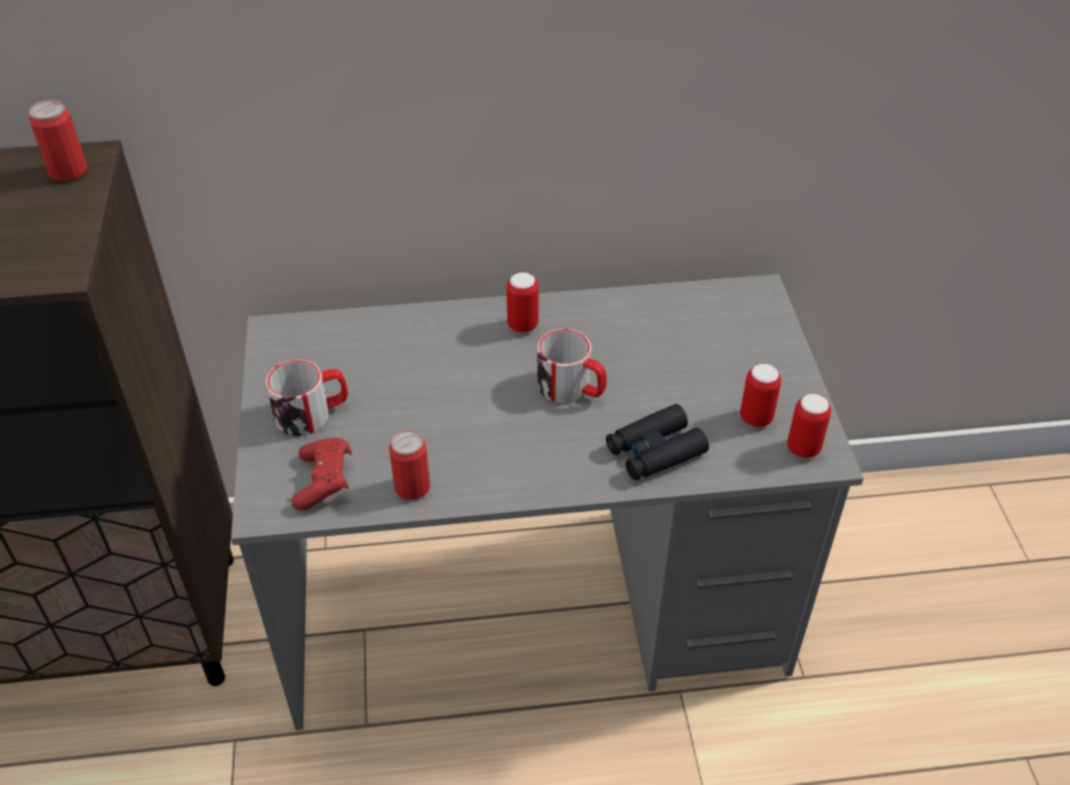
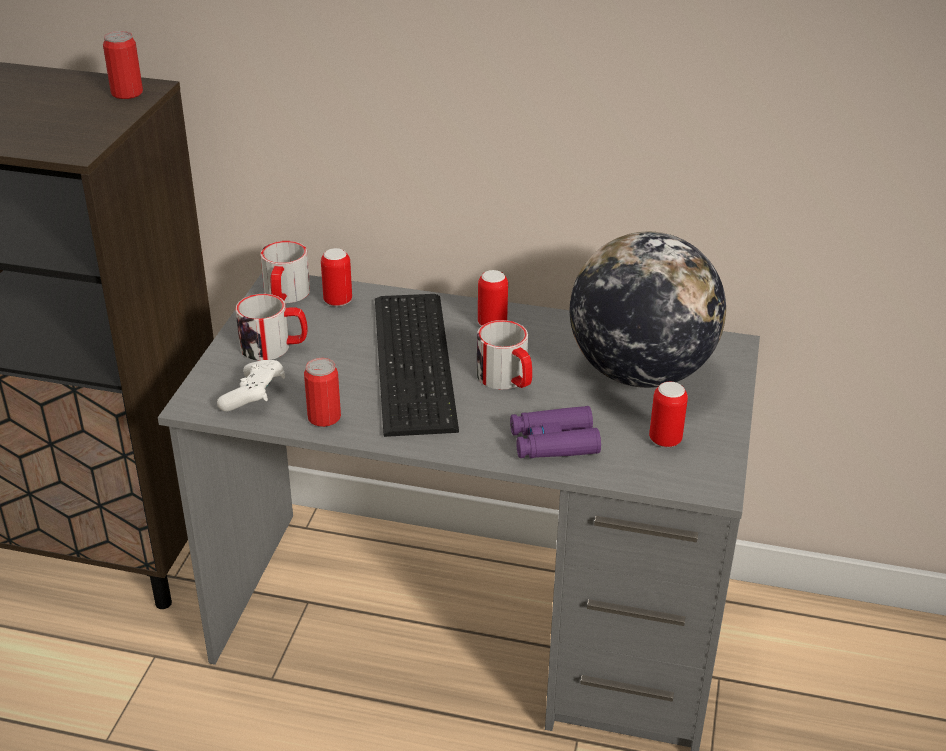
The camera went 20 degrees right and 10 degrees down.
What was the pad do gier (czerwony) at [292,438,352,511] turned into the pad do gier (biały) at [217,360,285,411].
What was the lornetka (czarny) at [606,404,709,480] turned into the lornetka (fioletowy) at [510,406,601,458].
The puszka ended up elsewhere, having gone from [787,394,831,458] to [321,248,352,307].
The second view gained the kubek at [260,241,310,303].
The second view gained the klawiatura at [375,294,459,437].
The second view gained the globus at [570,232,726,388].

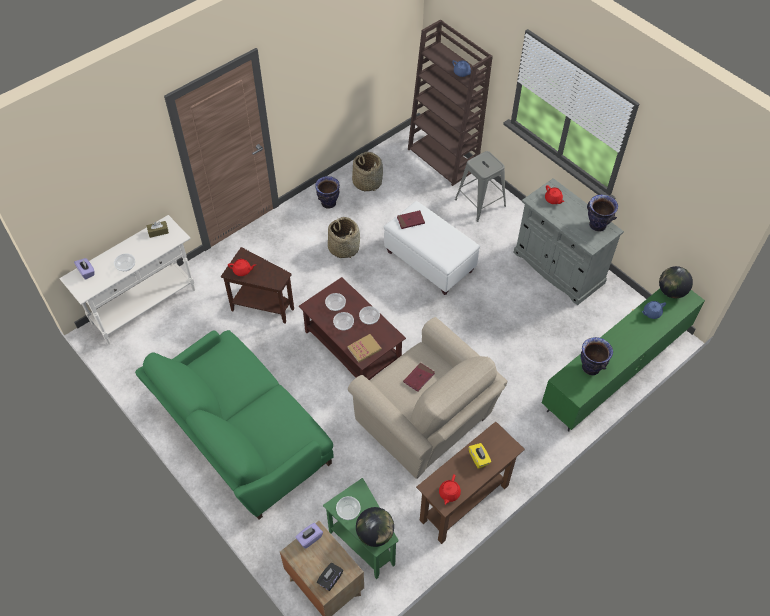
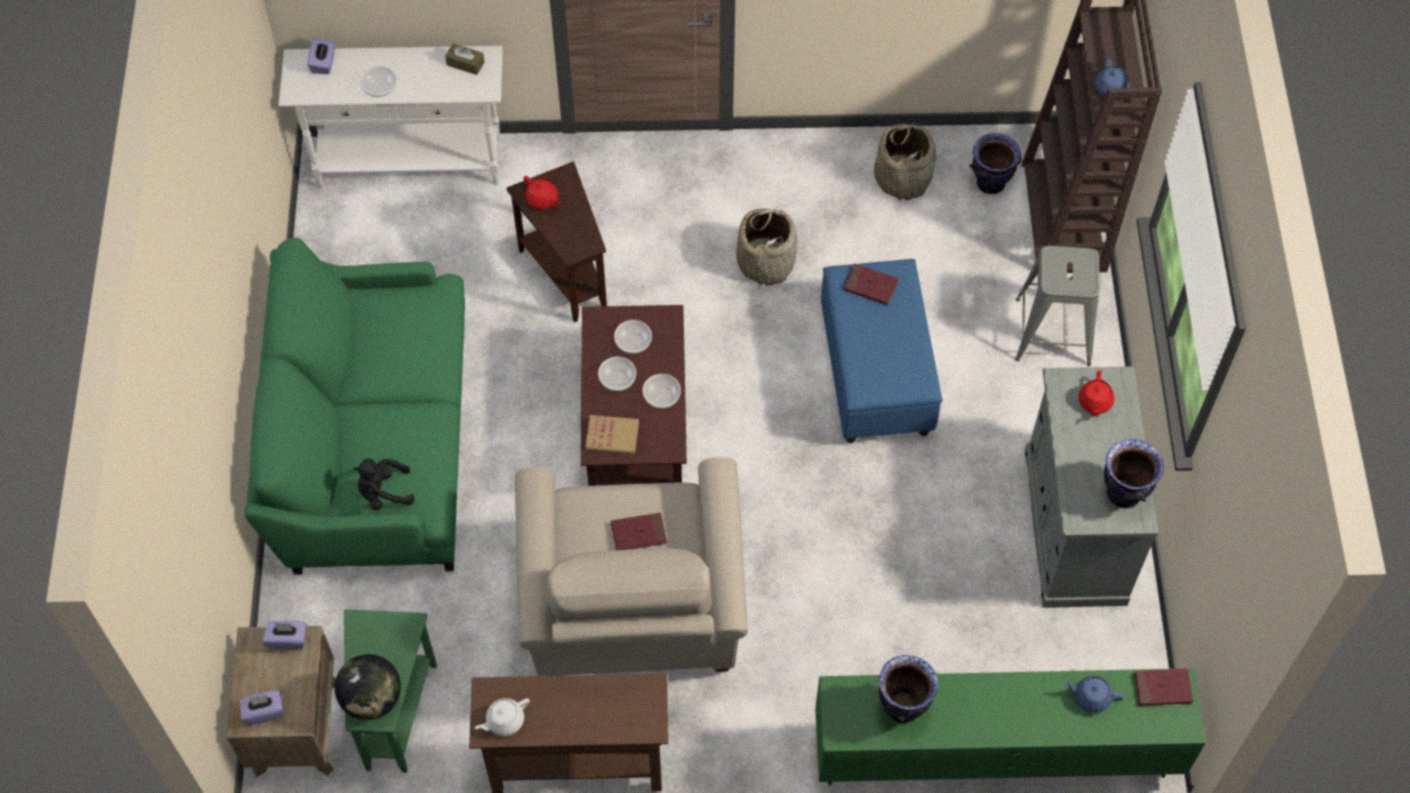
The camera went 40 degrees right and 5 degrees up.
The wazon ended up elsewhere, having gone from [315,176,340,209] to [969,133,1021,194].
What was the pudełko chusteczek (czarny) at [317,563,343,591] turned into the pudełko chusteczek (fioletowy) at [239,690,283,725].
The second view lost the miska at [336,496,361,520].
What was the pufa (biały) at [384,201,480,295] turned into the pufa (niebieski) at [821,259,943,443].
What was the imbryk (czerwony) at [439,474,461,505] turned into the imbryk (biały) at [475,698,530,736].
The second view lost the pudełko chusteczek (żółty) at [468,443,491,469].
Where the globus stood at [659,266,693,298], the książka (czerwony) came to stand at [1134,668,1193,706].
The second view gained the pluszak (czarny) at [353,458,415,510].

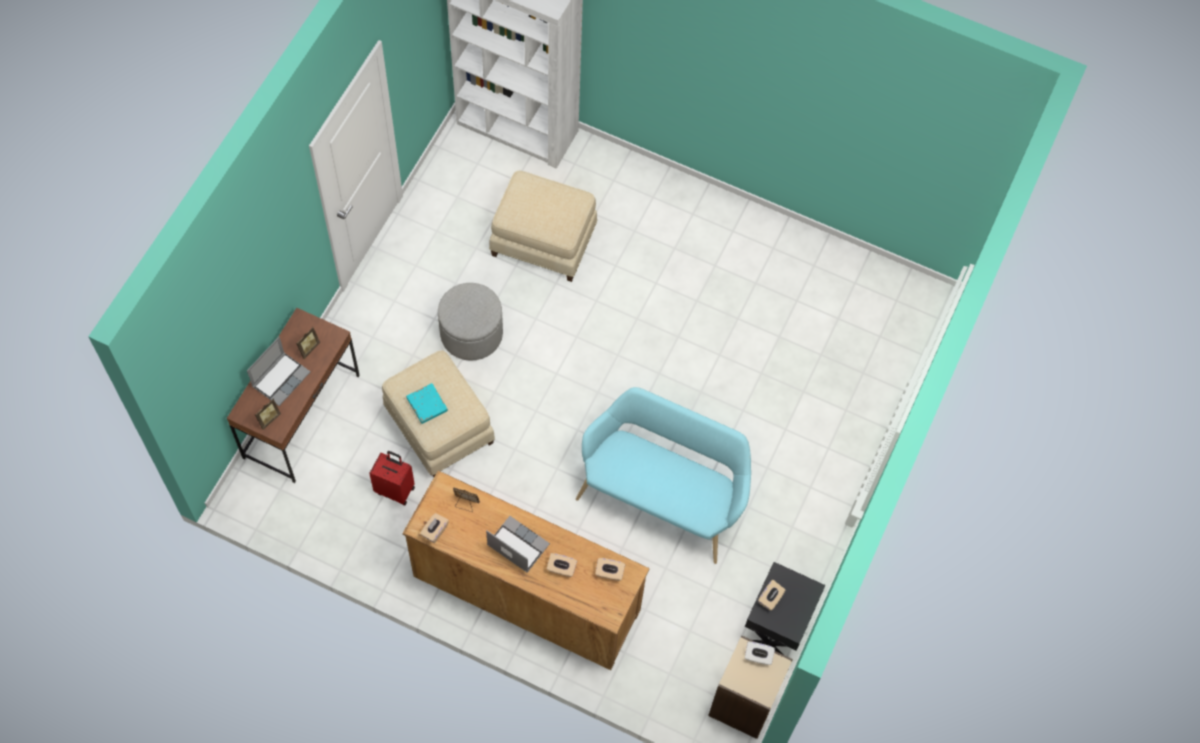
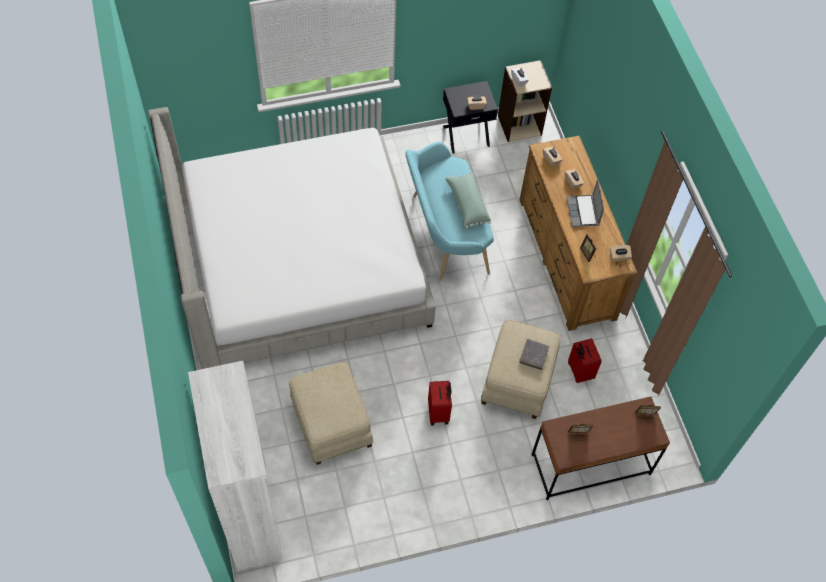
The camera went 130 degrees left and 5 degrees down.
The second view lost the laptop at [247,337,310,406].
What was the książka (turkusowy) at [406,383,448,424] turned into the książka (szary) at [519,339,549,370].
Where the pufa (szary) stood at [438,283,503,361], the walizka (czerwony) came to stand at [428,381,452,425].
The second view gained the łóżko at [148,107,436,369].
The second view gained the poduszka (zielony) at [445,172,491,228].

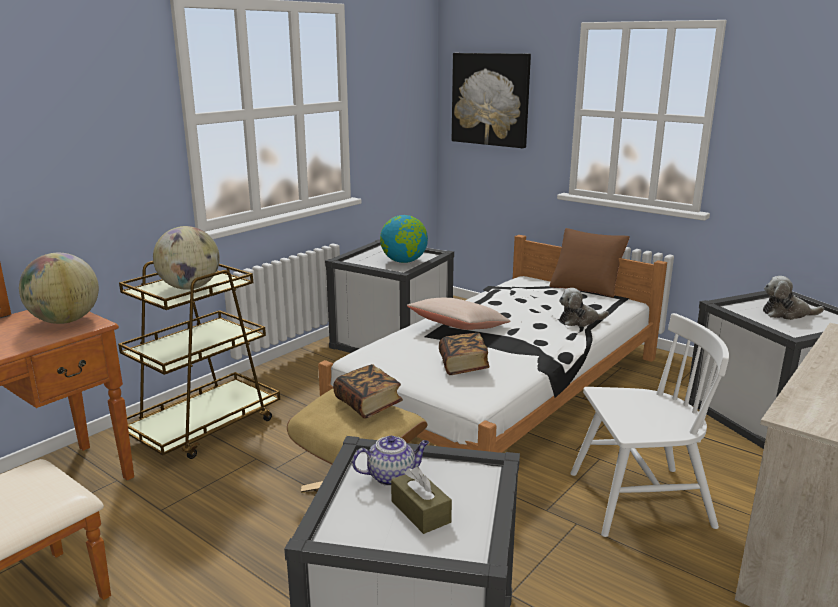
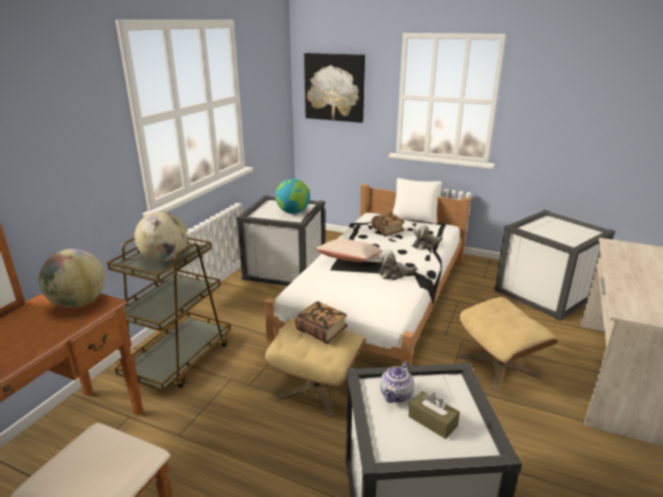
The camera went 15 degrees left and 5 degrees up.
The imbryk at [352,436,429,486] ended up facing another way, 150 degrees clockwise from before.
The książka ended up elsewhere, having gone from [439,333,489,375] to [371,213,405,237].
What was the poduszka (brązowy) at [550,228,630,297] turned into the poduszka (biały) at [393,178,442,224].
Where the krzesło (biały) stood at [570,313,729,537], the pufa (beżowy) came to stand at [460,297,558,391].
The pluszak ended up elsewhere, having gone from [763,276,824,320] to [378,249,417,280].

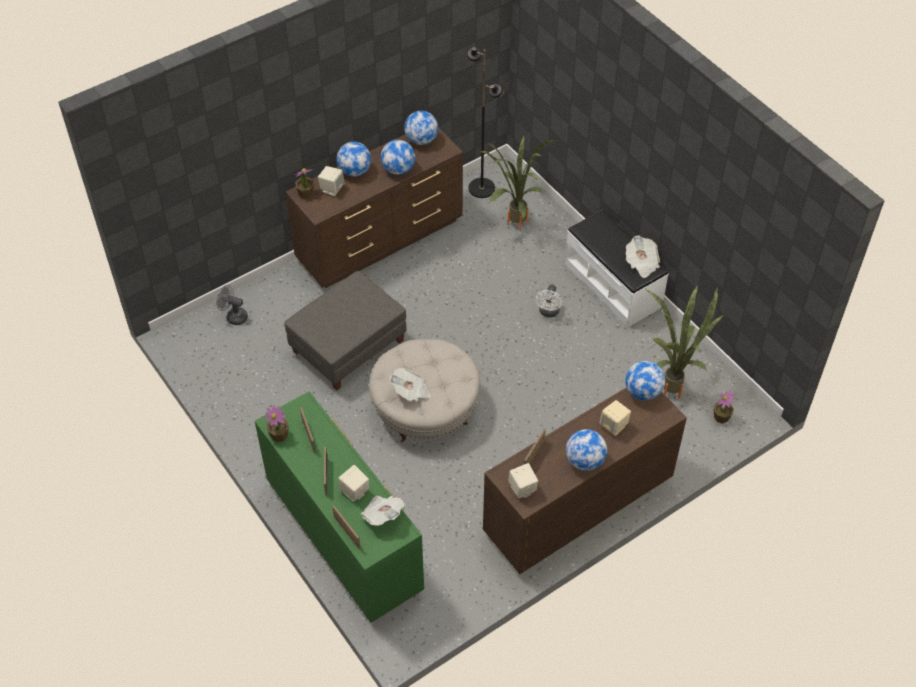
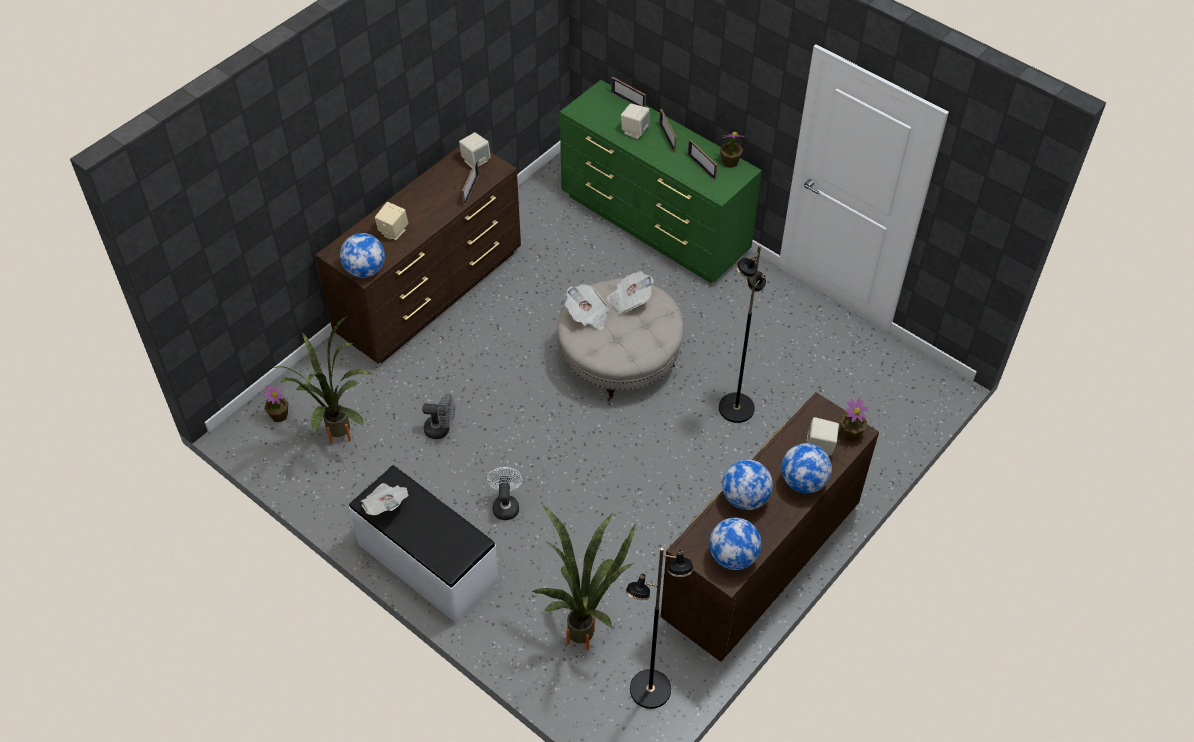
The camera went 165 degrees right and 0 degrees up.
The wentylator (szary) ended up elsewhere, having gone from [216,285,248,325] to [422,394,455,439].
Where the pufa (szary) stood at [285,271,407,391], the lampa stojąca (czarny) came to stand at [719,245,766,423].
The gazeta ended up elsewhere, having gone from [361,496,405,525] to [565,284,609,330].
The second view lost the globus at [566,429,607,471].

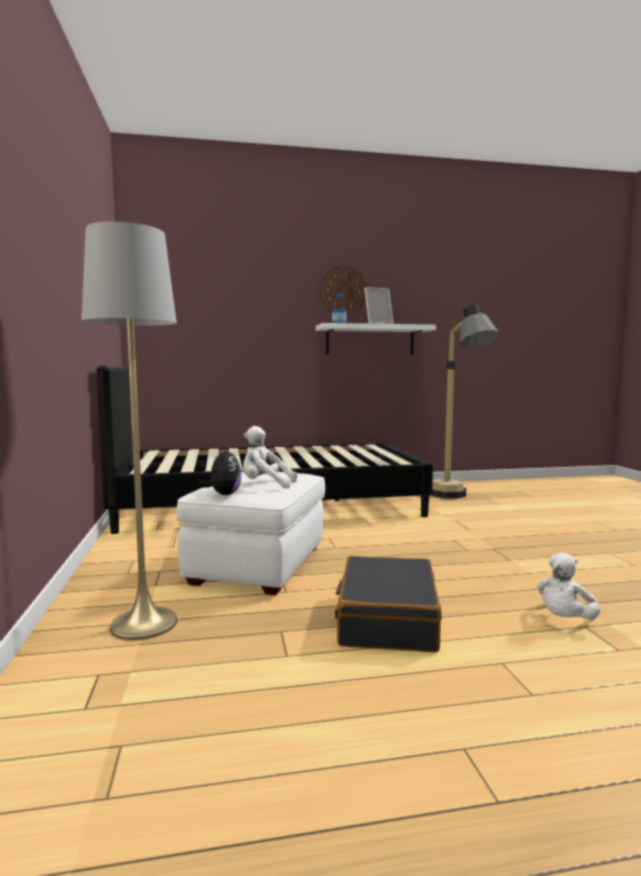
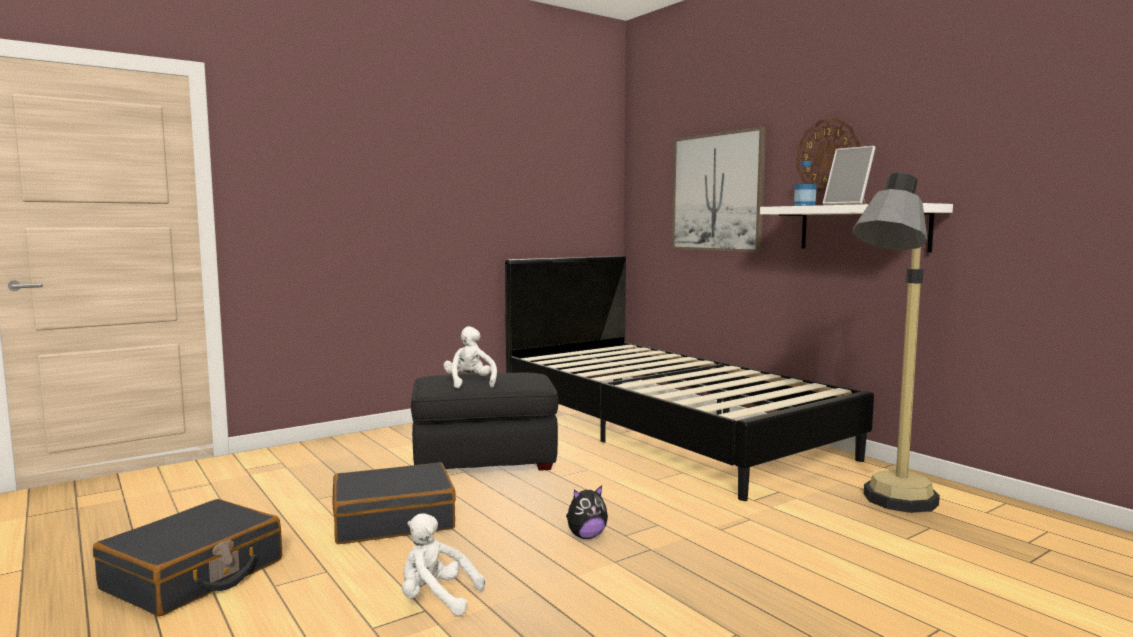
The camera went 65 degrees right and 0 degrees up.
The second view lost the lampa stojąca (szary) at [81,222,177,640].
What was the pufa (biały) at [177,472,325,595] turned into the pufa (czarny) at [411,373,558,471].
The pluszak ended up elsewhere, having gone from [199,448,242,495] to [566,485,608,539].
The second view gained the walizka (czarny) at [93,499,282,617].
The second view gained the obraz at [672,127,766,252].

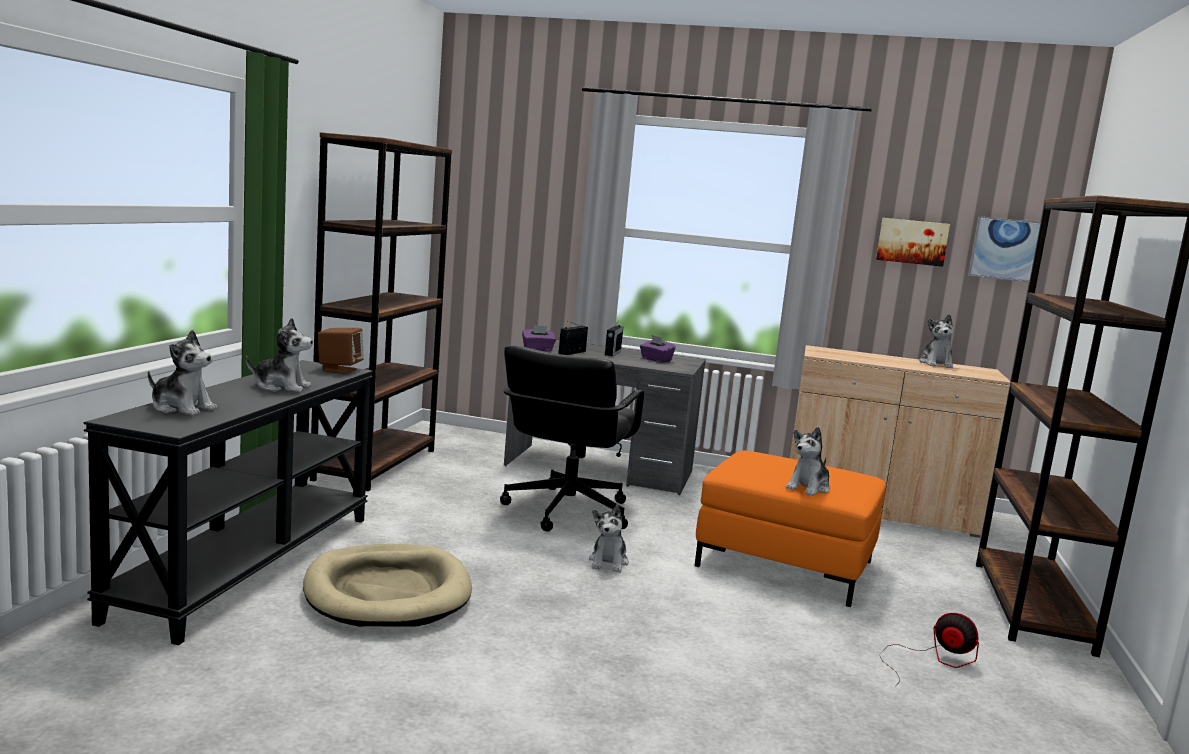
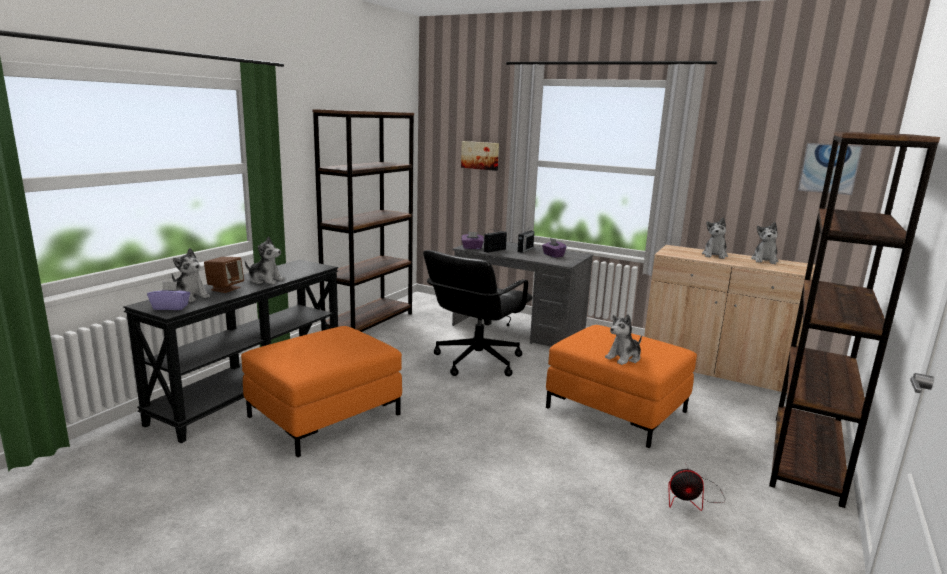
The camera went 15 degrees right and 5 degrees up.
Where the legowisko (beżowy) stood at [303,544,472,627], the pufa (pomarańczowy) came to stand at [241,326,402,457].
The głośnik (brązowy) ended up elsewhere, having gone from [318,328,364,374] to [204,257,244,293].
The pluszak ended up elsewhere, having gone from [589,505,629,573] to [702,218,728,259].
The obraz ended up elsewhere, having gone from [876,218,950,267] to [461,141,499,171].
The wentylator at [879,613,979,687] ended up facing another way, 135 degrees clockwise from before.
The second view gained the pudełko chusteczek (fioletowy) at [147,281,190,310].

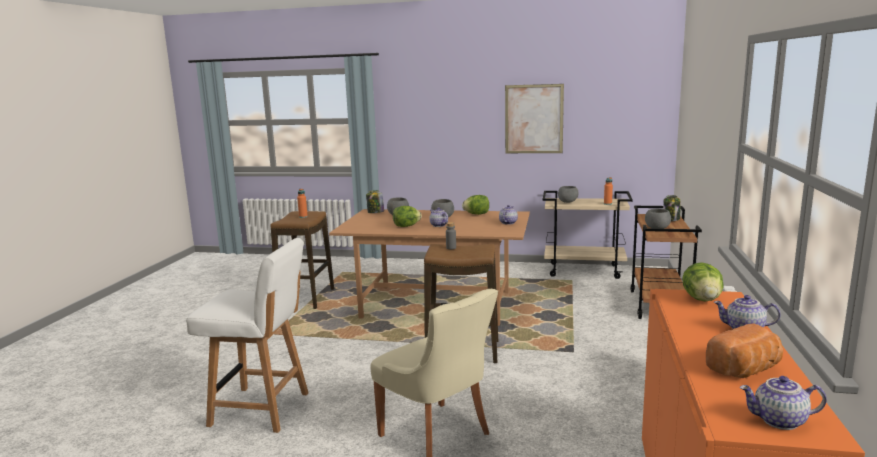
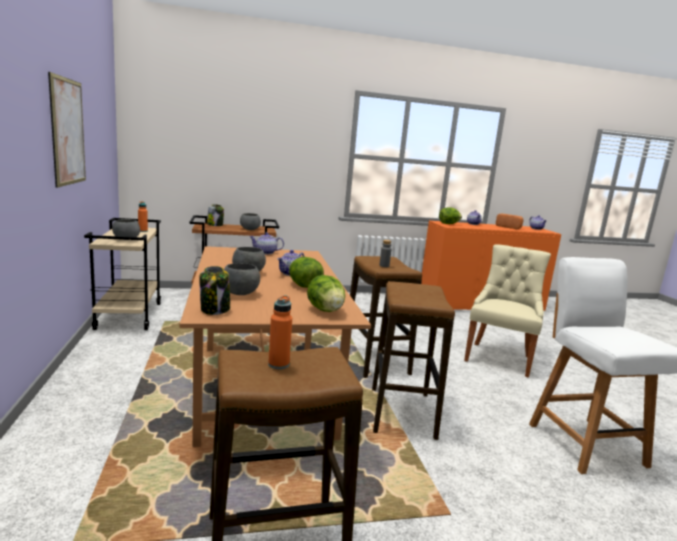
The camera went 115 degrees left and 0 degrees up.
The sałata ended up elsewhere, having gone from [462,195,489,215] to [307,275,345,312].
The second view gained the stołek at [372,281,455,440].

